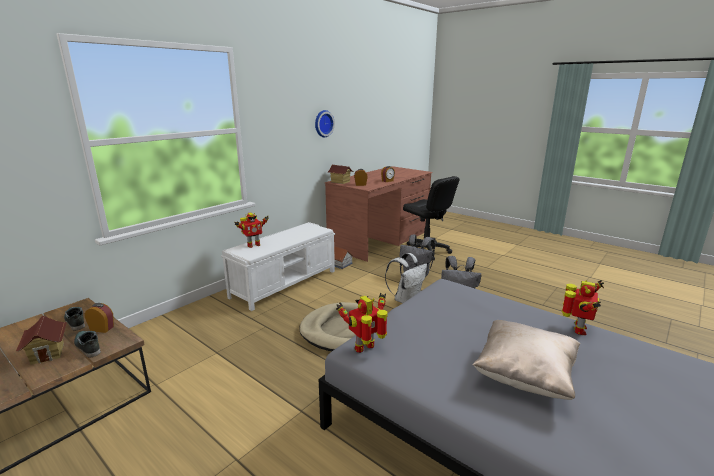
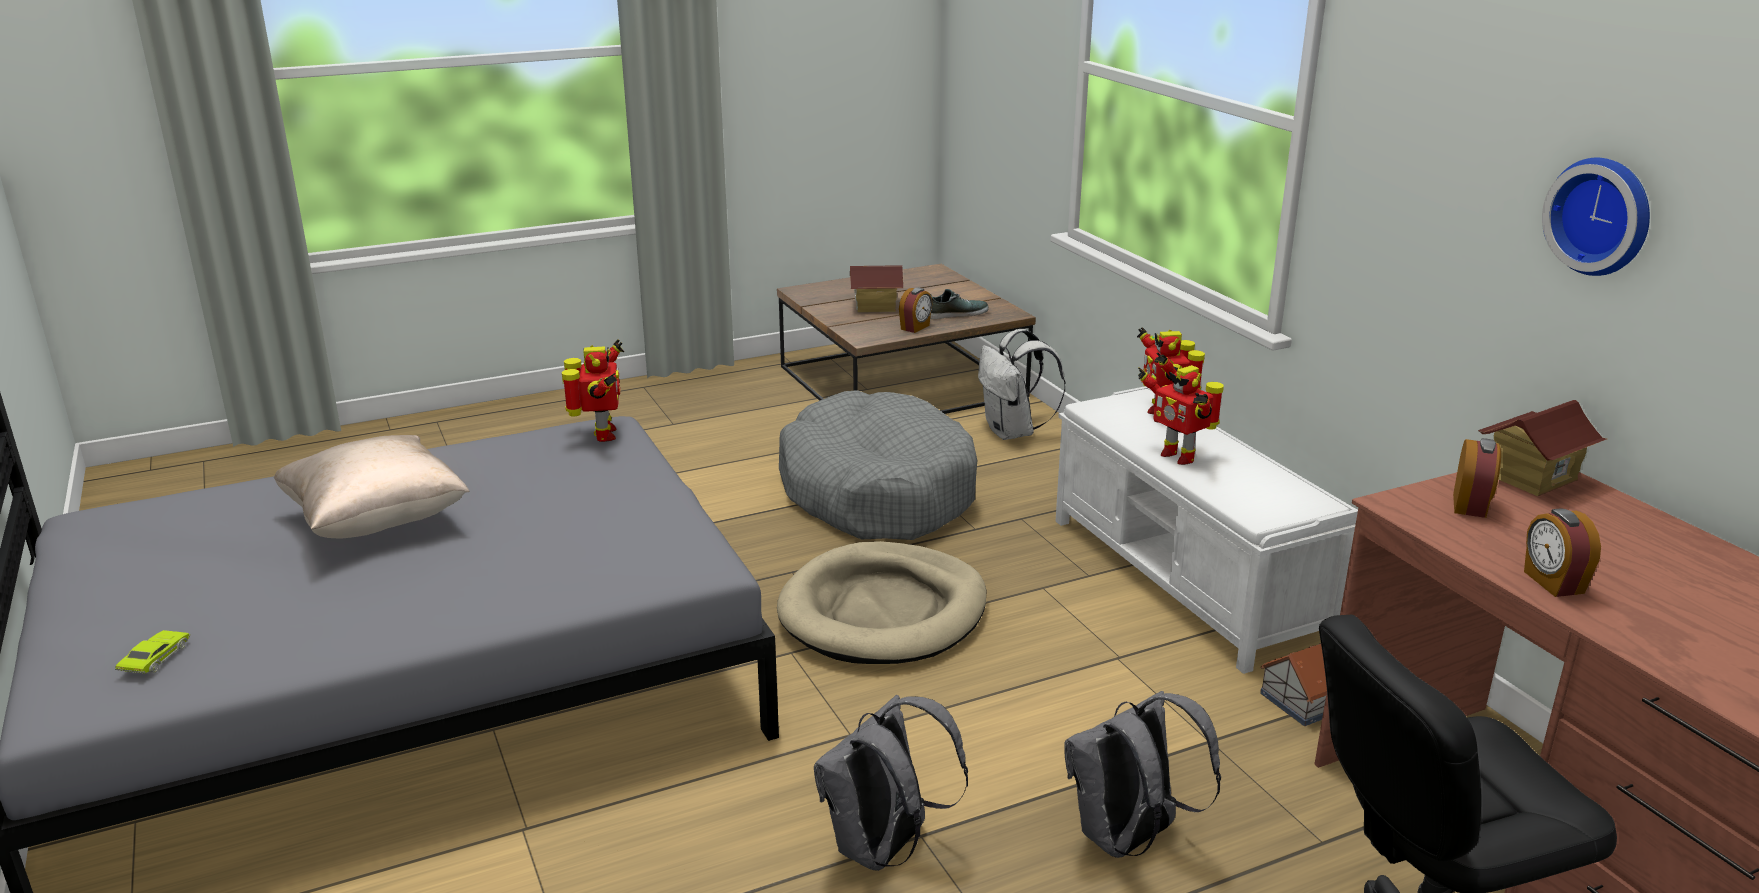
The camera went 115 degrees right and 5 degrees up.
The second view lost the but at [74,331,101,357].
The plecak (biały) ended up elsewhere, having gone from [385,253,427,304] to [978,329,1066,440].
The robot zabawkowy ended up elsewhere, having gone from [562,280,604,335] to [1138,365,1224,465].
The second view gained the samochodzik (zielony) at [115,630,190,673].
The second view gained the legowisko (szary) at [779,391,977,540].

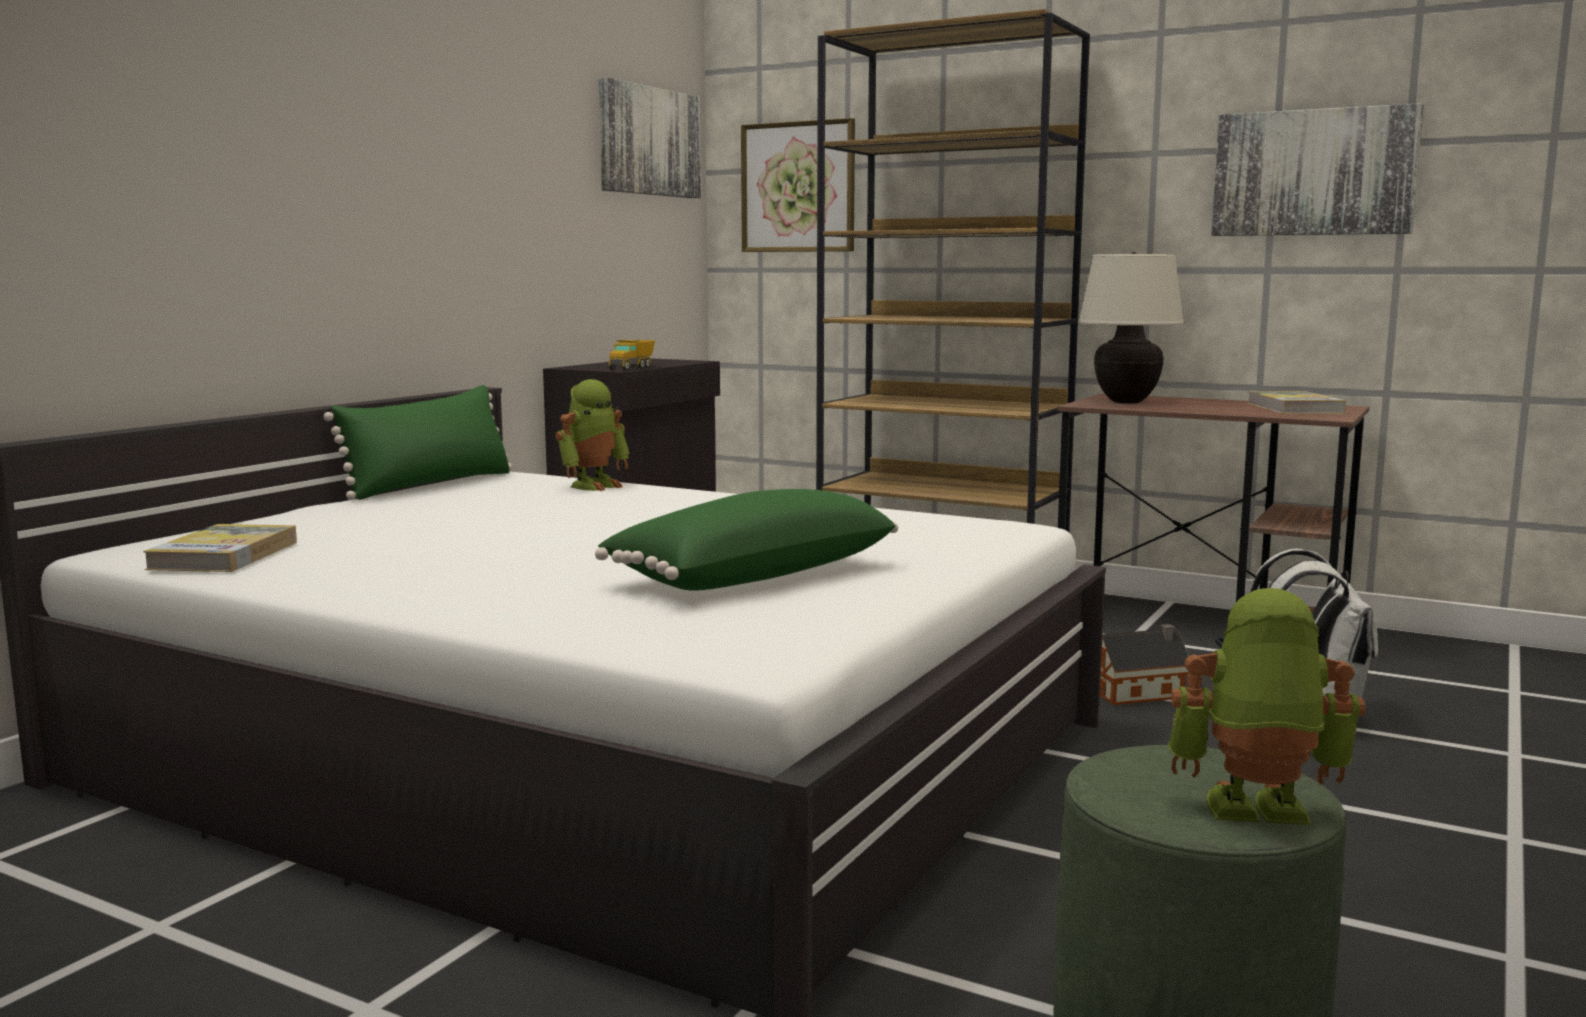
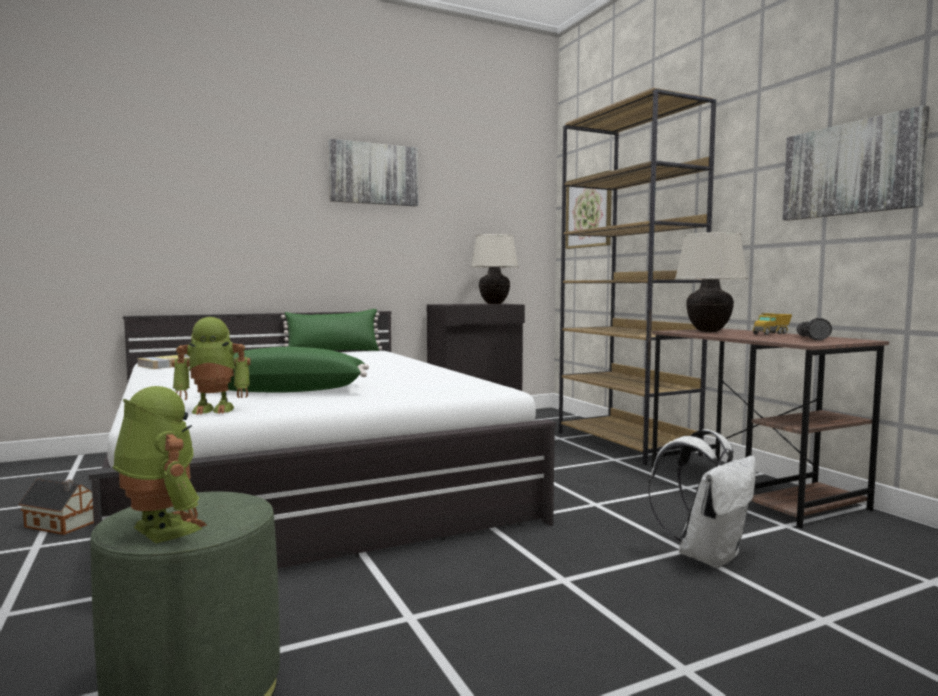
The camera went 35 degrees right and 5 degrees down.
The robot zabawkowy ended up elsewhere, having gone from [555,379,630,491] to [172,317,251,415].
The obraz ended up elsewhere, having gone from [599,77,701,198] to [328,139,418,207].
The ciężarówka zabawkowa ended up elsewhere, having gone from [608,340,655,371] to [753,313,792,335].
The domek ended up elsewhere, having gone from [1099,624,1189,705] to [19,478,94,535].
Where the książka stood at [1248,391,1346,414], the latarka came to stand at [797,318,832,341].
The second view gained the lampa stołowa (beżowy) at [471,234,519,304].

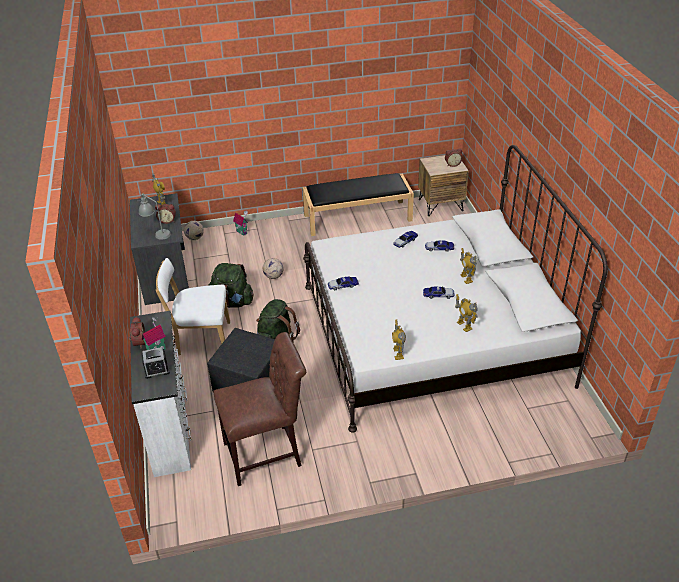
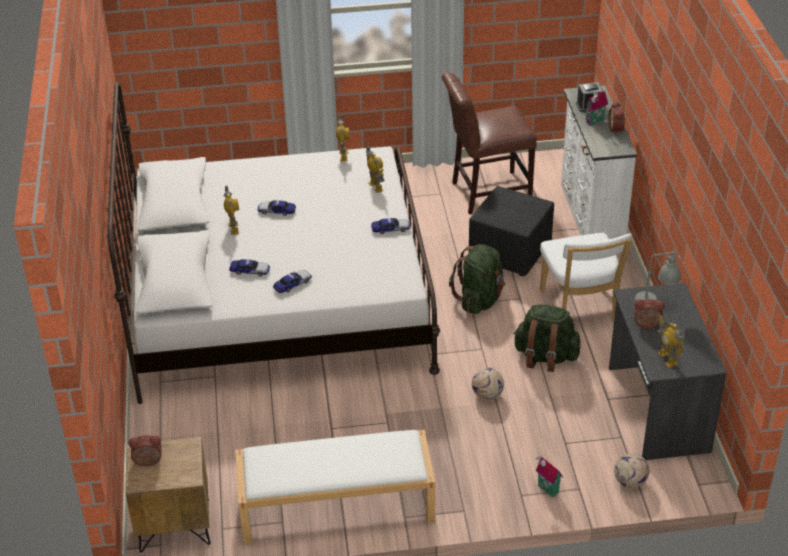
The camera went 175 degrees left and 0 degrees up.
The krzesło (biały) at [156,258,230,356] ended up facing another way, 75 degrees clockwise from before.
What was the ławka (czarny) at [302,173,414,236] turned into the ławka (biały) at [235,430,435,545].
The robot zabawkowy ended up elsewhere, having gone from [455,294,478,332] to [366,146,384,193].

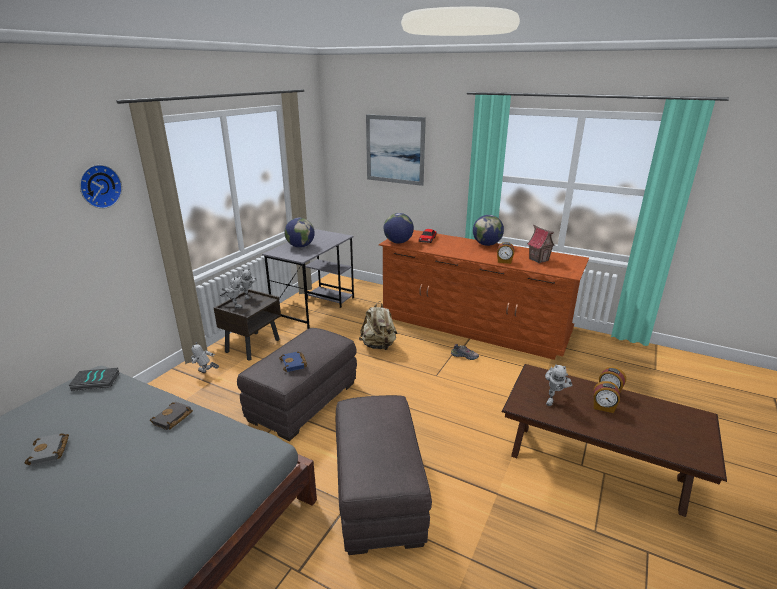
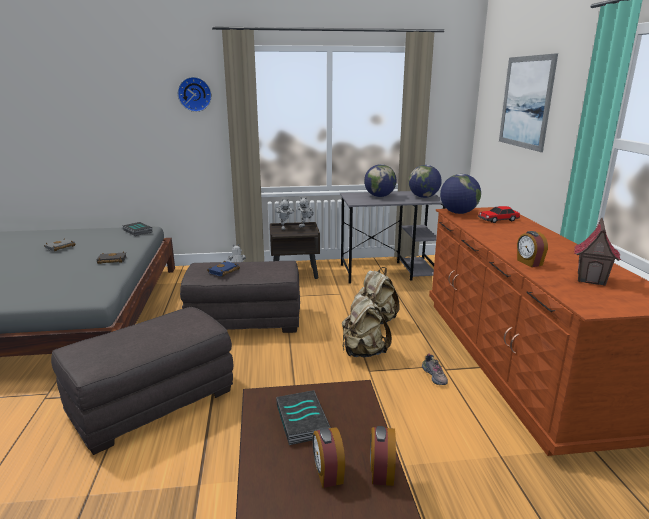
The camera went 55 degrees right and 5 degrees down.
The globus ended up elsewhere, having gone from [473,215,504,246] to [409,165,442,198].
Where the robot zabawkowy stood at [545,365,573,406], the książka came to stand at [276,390,331,445].
The second view gained the plecak (beżowy) at [342,293,392,357].

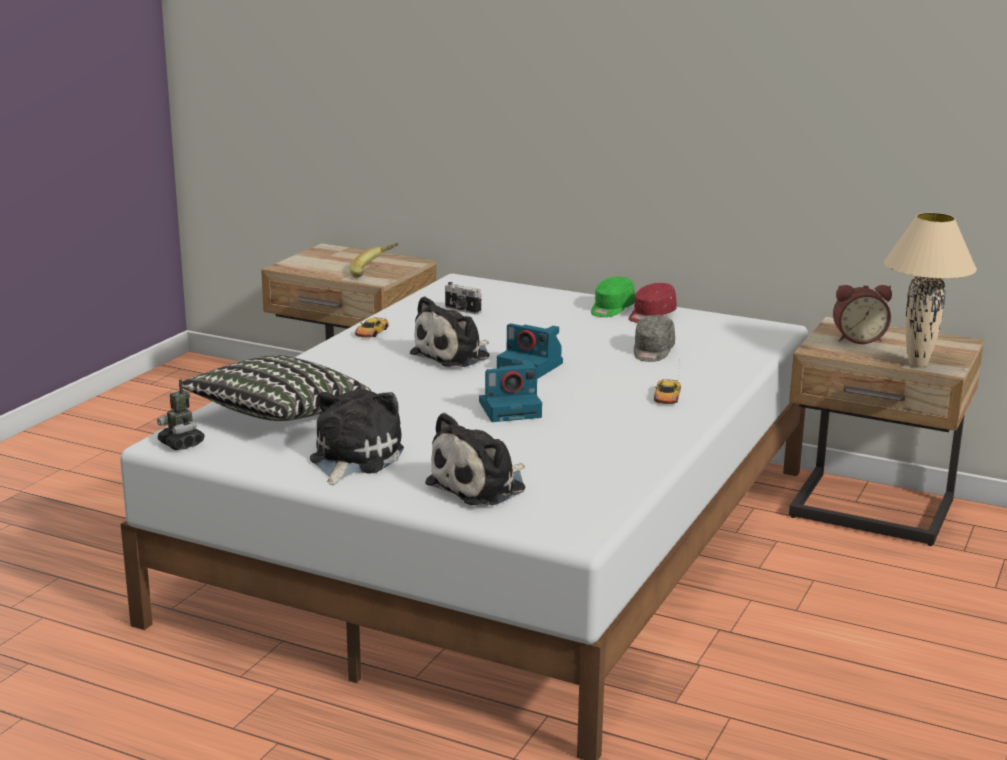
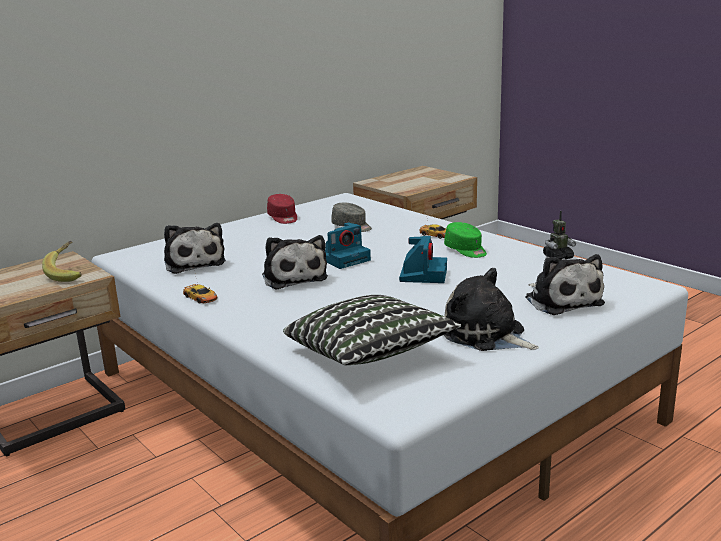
The camera went 65 degrees left and 0 degrees up.
The robot zabawkowy ended up elsewhere, having gone from [157,380,205,450] to [543,211,576,260].
Where the aparat fotograficzny stood at [445,282,482,315], the pluszak came to stand at [164,223,226,274].
The czapka z daszkiem (zielony) ended up elsewhere, having gone from [591,277,635,317] to [444,222,487,258].
The second view lost the budzik at [833,285,892,344].
The second view lost the lampa stołowa (beżowy) at [884,213,977,367].

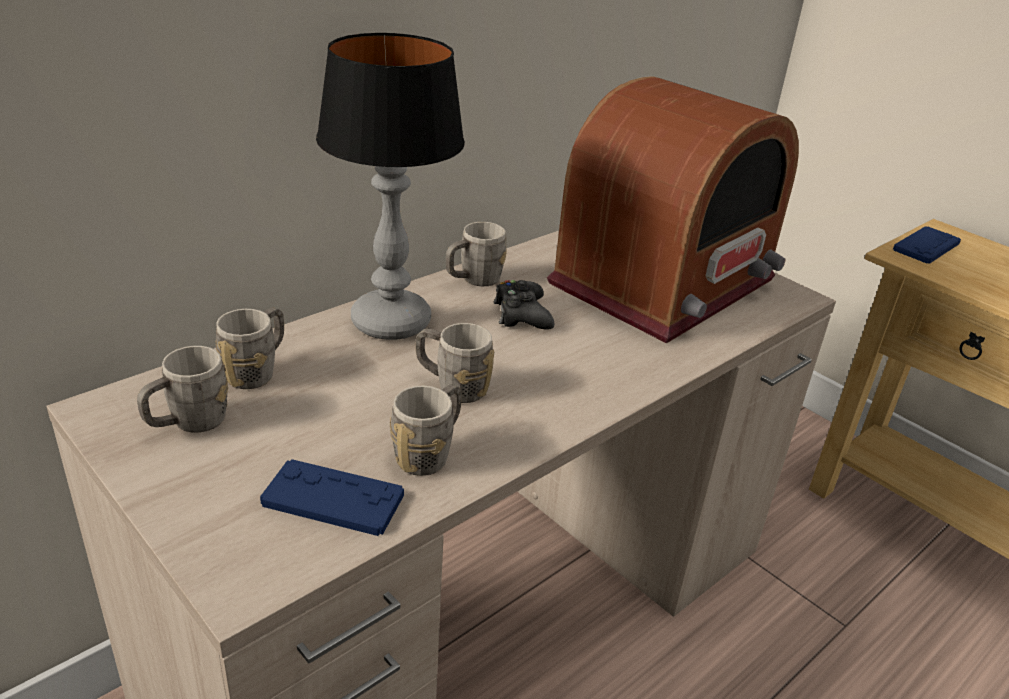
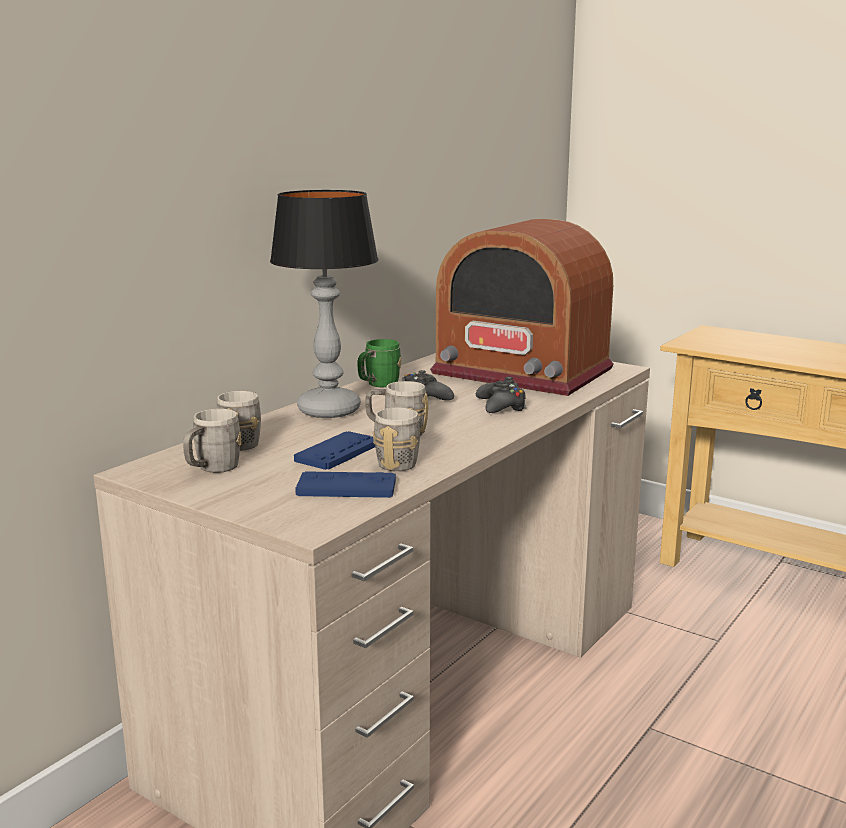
The camera went 10 degrees left and 15 degrees down.
What was the kubek (szary) at [446,222,507,286] turned into the kubek (zielony) at [358,339,401,387].
The radio at [547,76,799,343] ended up facing another way, 90 degrees clockwise from before.
The pad do gier (niebieski) ended up elsewhere, having gone from [893,226,961,264] to [294,431,375,470].
The second view gained the pad do gier (czarny) at [476,377,526,413].

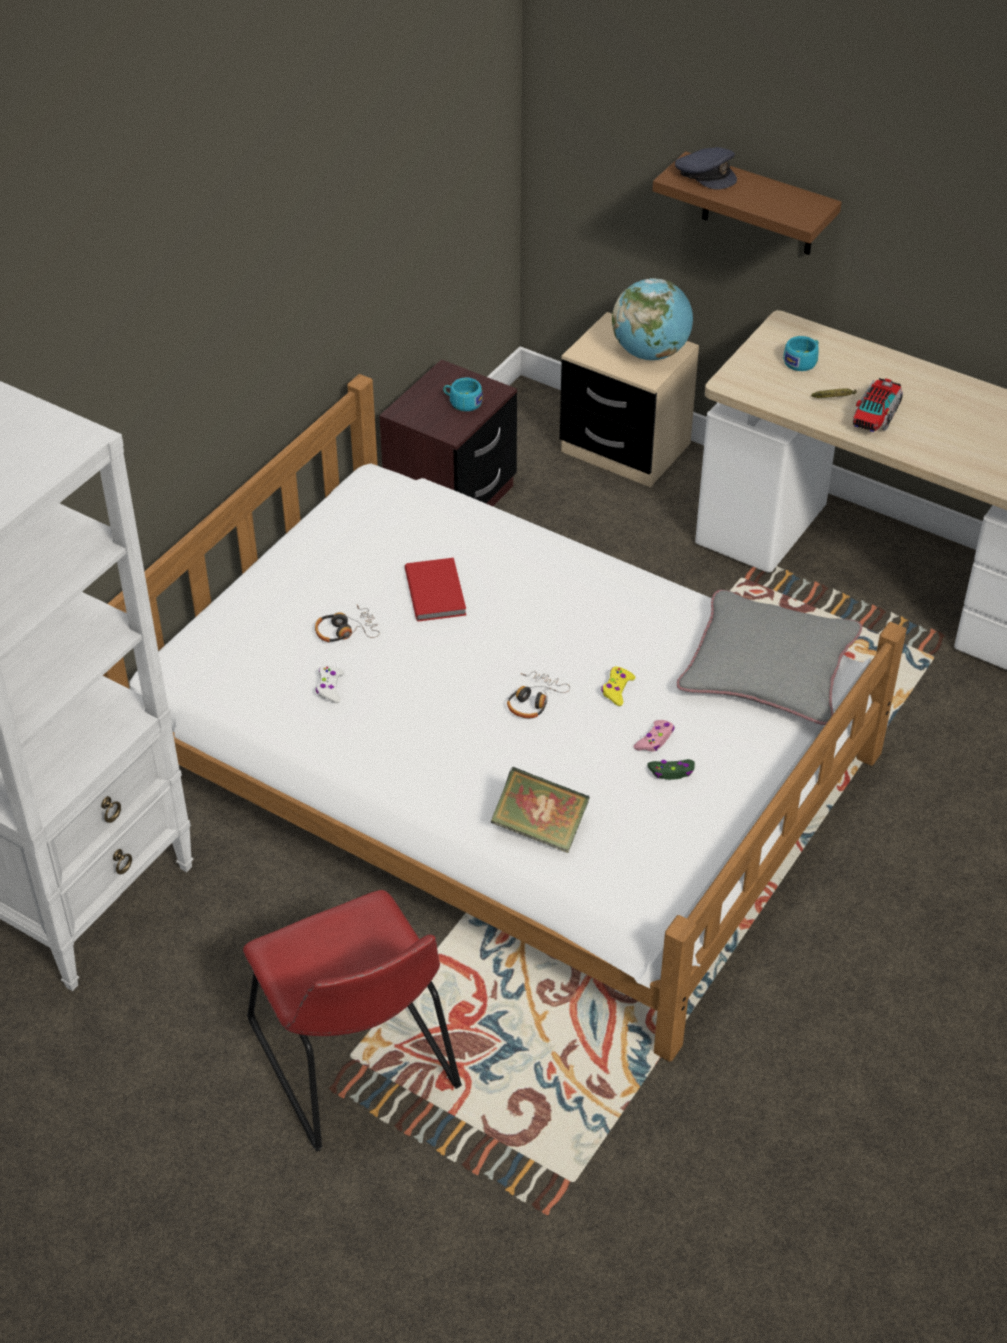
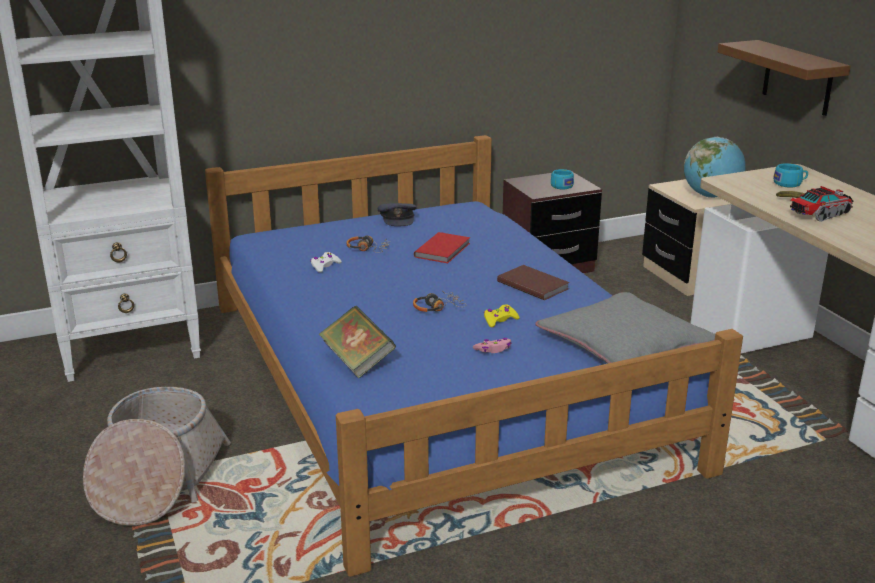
The camera went 35 degrees right and 20 degrees down.
What was the łóżko (biały) at [103,374,907,1062] turned into the łóżko (niebieski) at [205,135,743,577].
Where the krzesło (czerwony) stood at [243,890,462,1152], the koszyk came to stand at [83,387,231,526].
The second view lost the pad do gier (zielony) at [648,759,695,780].
The czapka z daszkiem (szary) ended up elsewhere, having gone from [675,147,737,190] to [378,203,417,226].
The second view gained the książka (brązowy) at [497,265,570,300].

